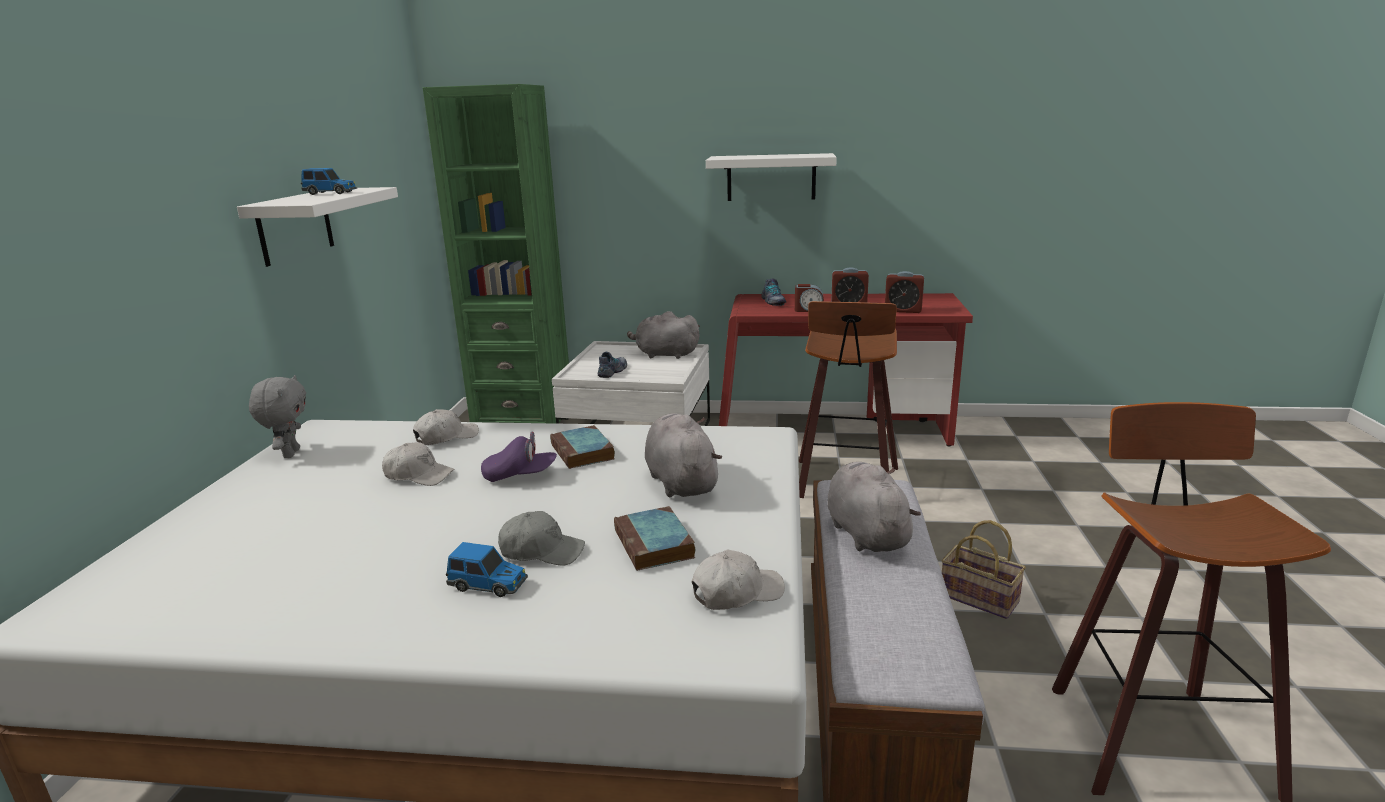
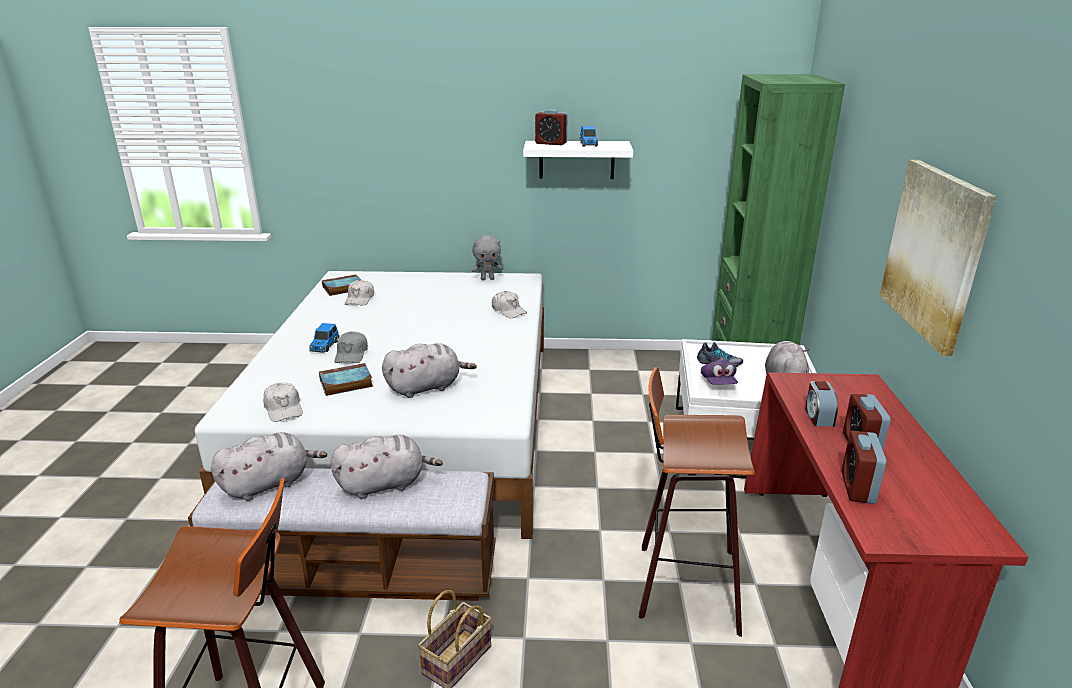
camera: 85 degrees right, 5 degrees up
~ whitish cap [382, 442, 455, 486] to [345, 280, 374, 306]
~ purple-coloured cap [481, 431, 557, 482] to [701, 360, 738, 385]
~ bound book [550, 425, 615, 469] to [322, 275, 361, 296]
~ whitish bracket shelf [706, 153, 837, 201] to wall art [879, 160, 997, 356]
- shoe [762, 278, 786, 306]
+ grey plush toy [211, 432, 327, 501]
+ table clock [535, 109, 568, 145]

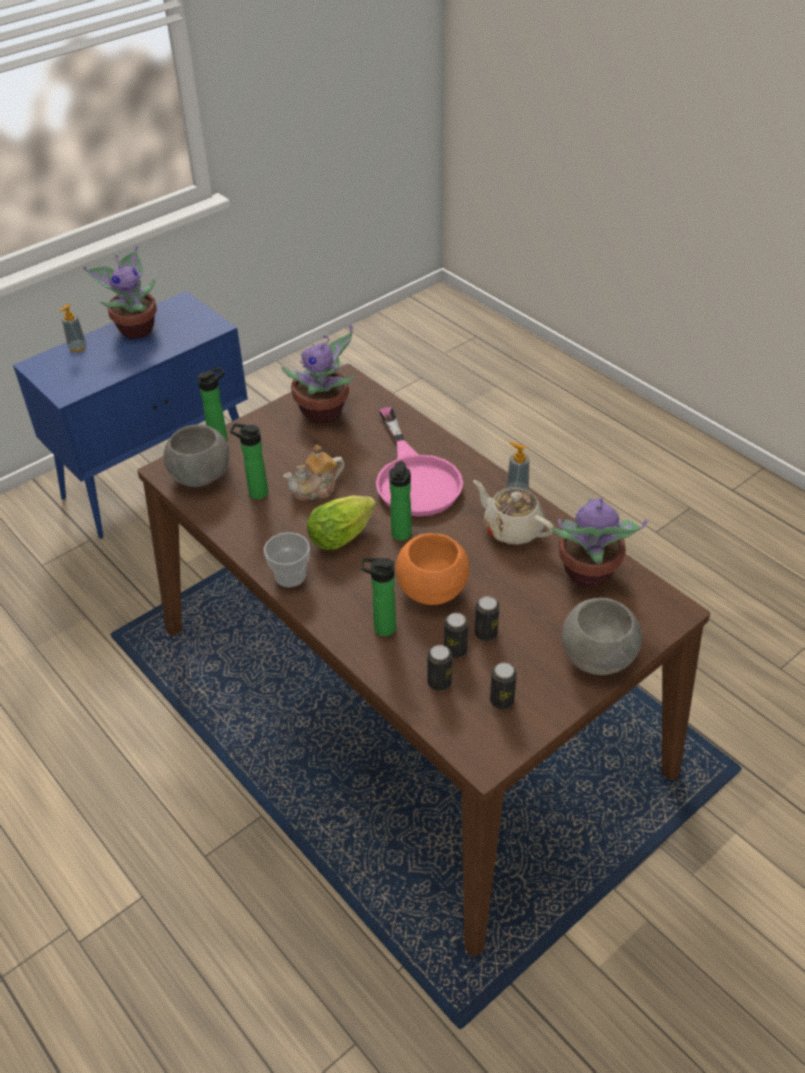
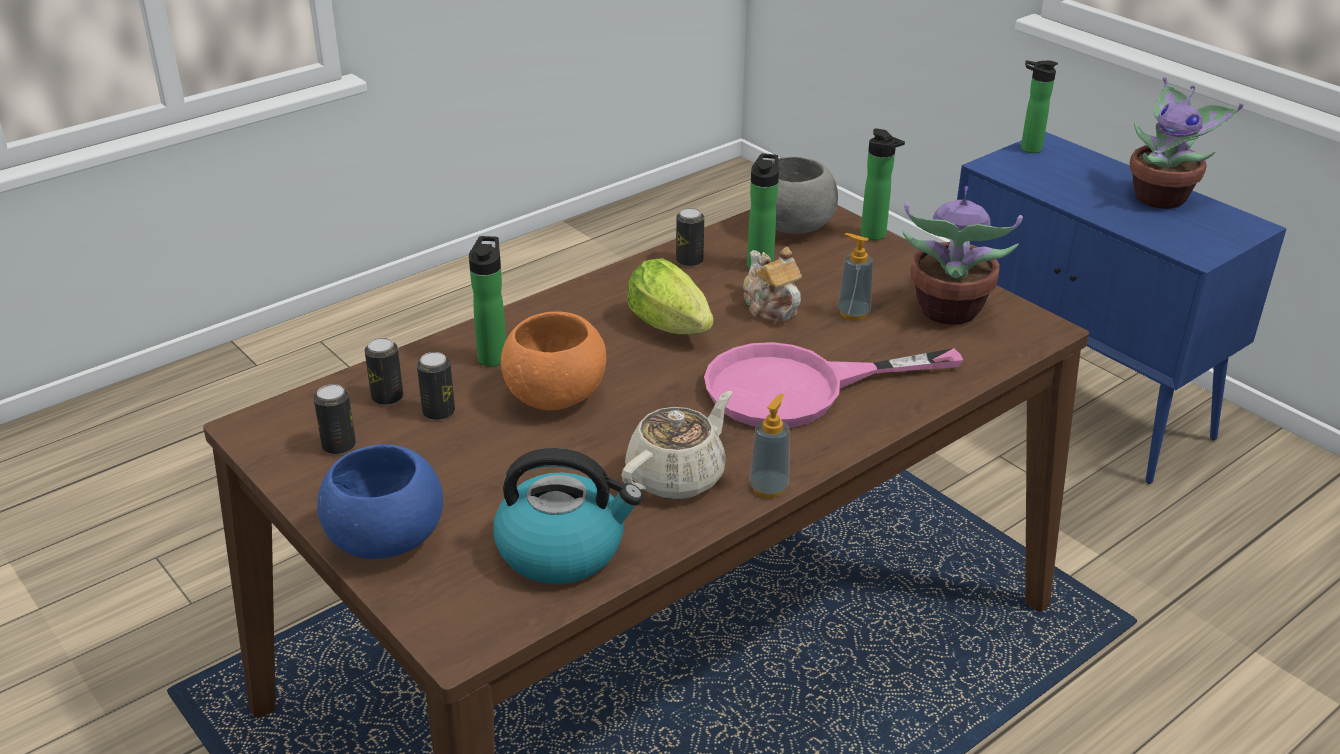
camera: 90 degrees right, 10 degrees down
~ liquid soap bottle [59, 304, 87, 352] to [838, 233, 873, 320]
- small cup [264, 532, 310, 587]
~ bottle [389, 461, 412, 541] to [1021, 60, 1058, 153]
~ sealed can [475, 596, 499, 641] to [676, 208, 704, 267]
~ potted plant [551, 498, 648, 587] to tea kettle [493, 448, 643, 584]
~ grey deep dish [562, 597, 642, 675] to bluish deep dish [317, 444, 443, 559]

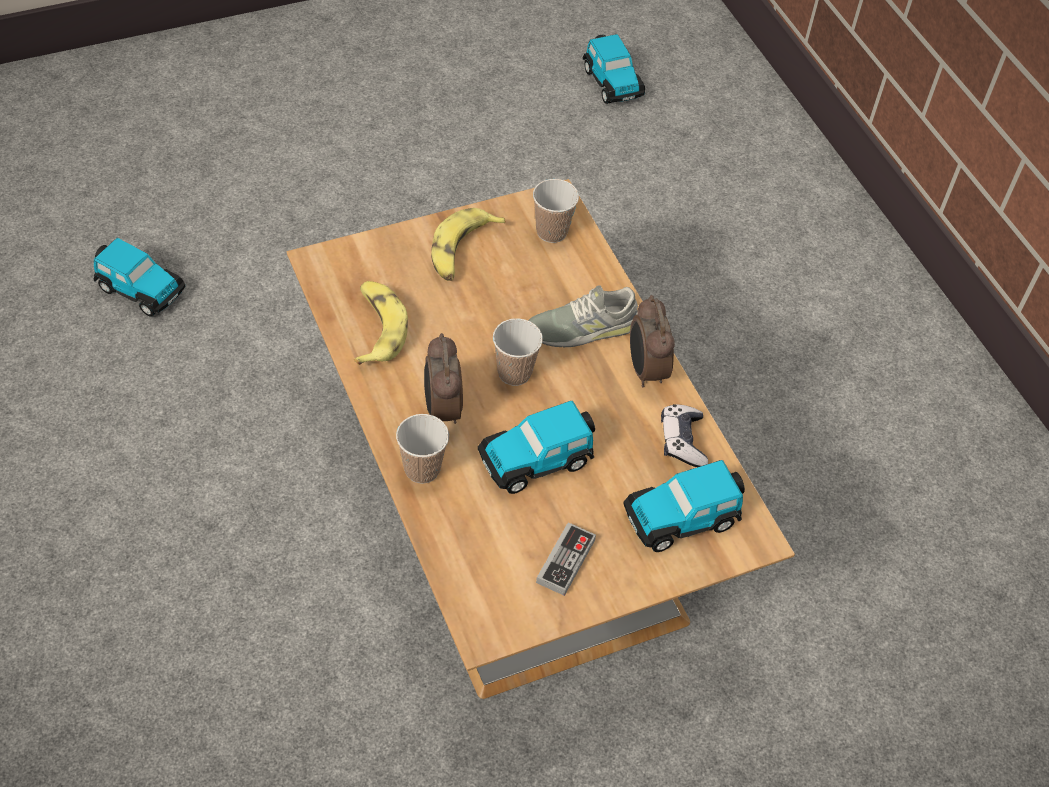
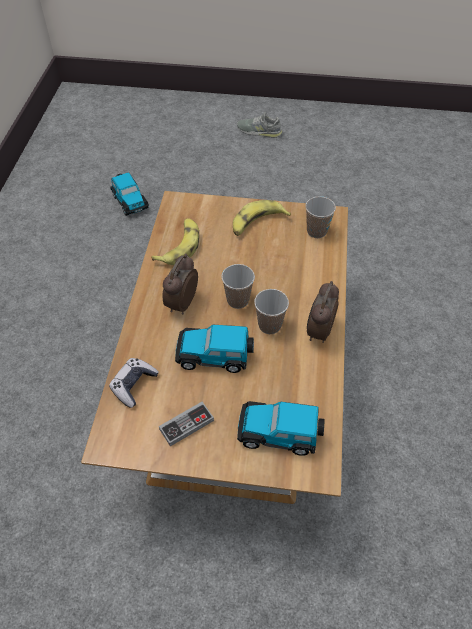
camera: 35 degrees right, 0 degrees up
~ small cup [396, 414, 449, 484] to [254, 289, 289, 334]
~ grey shoe [528, 286, 638, 347] to [237, 112, 283, 138]
- toy car [582, 34, 645, 104]
~ joypad [661, 404, 708, 467] to [109, 358, 159, 408]

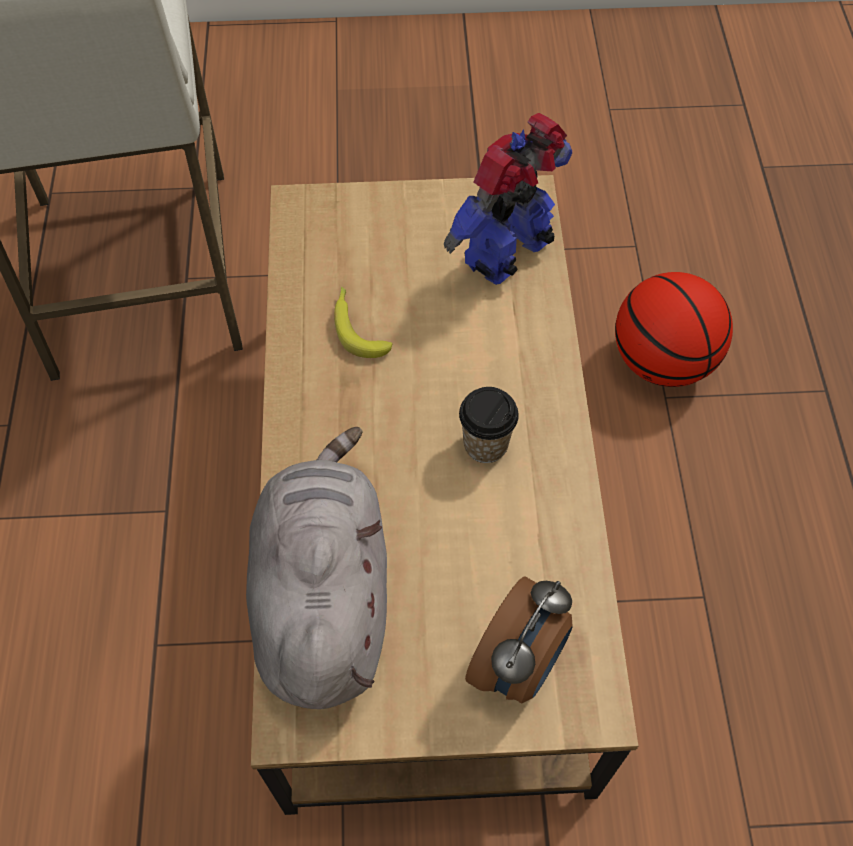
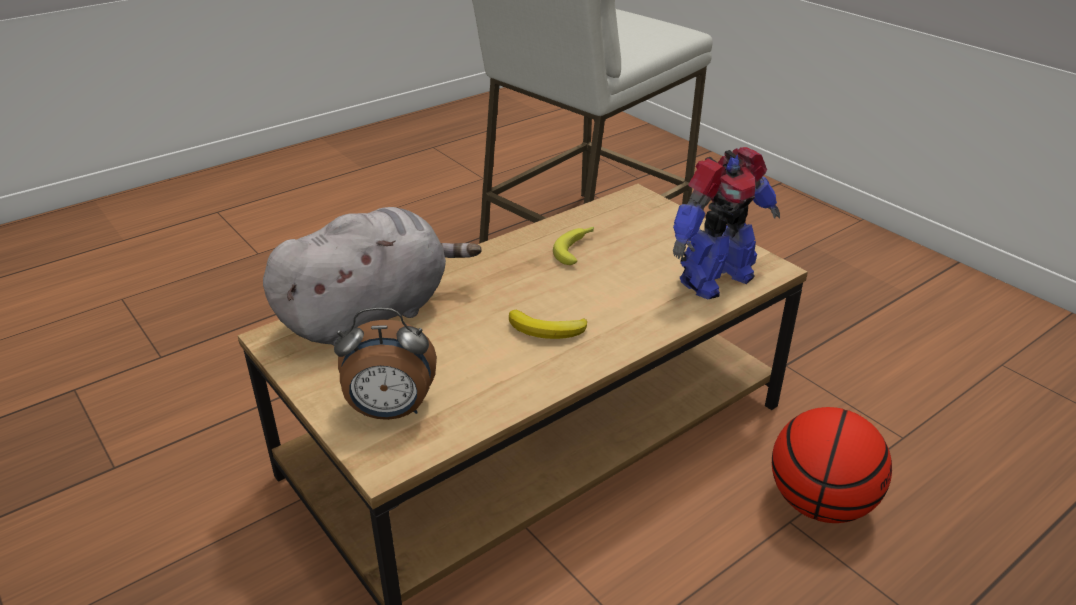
camera: 55 degrees right, 25 degrees down
~ toy robot [444, 113, 572, 285] = [673, 147, 780, 299] 135 degrees clockwise
~ small cup [459, 387, 519, 463] to whole banana [509, 310, 587, 339]

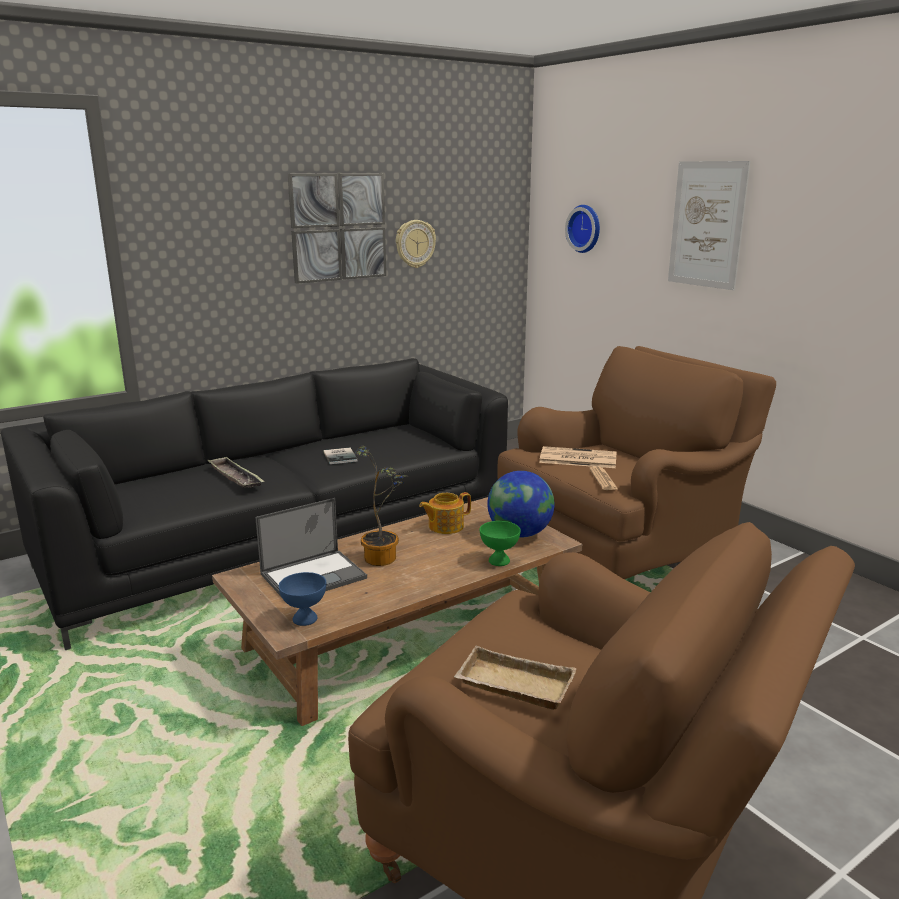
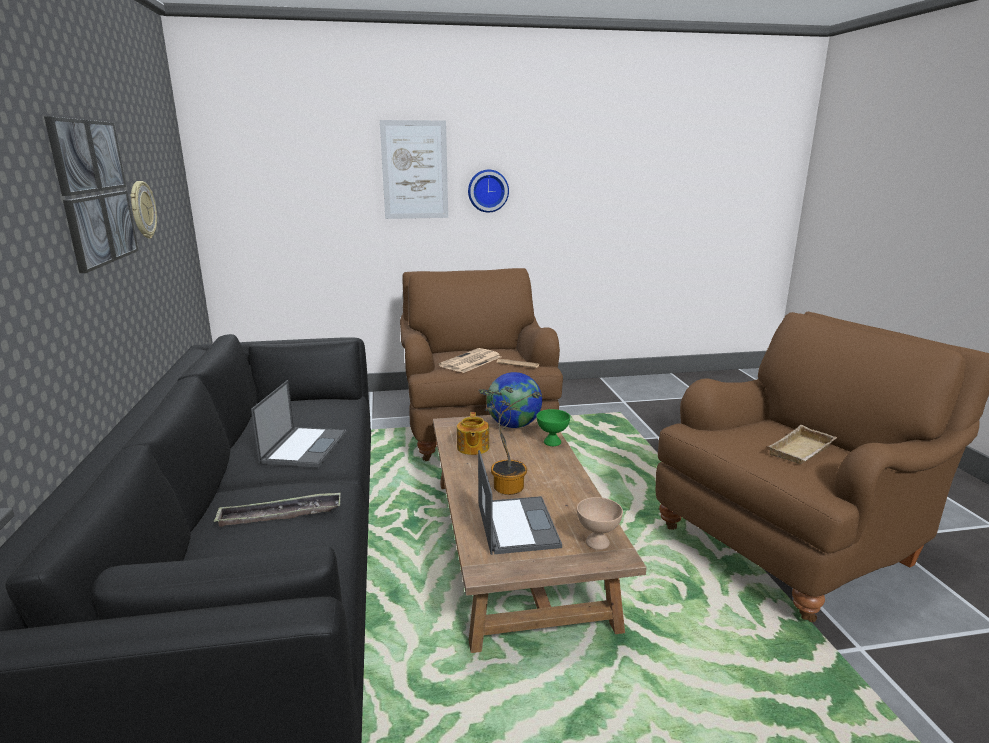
camera: 65 degrees left, 0 degrees up
~ bluish deep dish [279, 572, 326, 626] to sand-coloured deep dish [577, 497, 623, 550]
~ bound book [323, 448, 357, 464] to portable computer [251, 380, 347, 468]
~ clock on the wall [565, 205, 600, 253] to [468, 169, 509, 213]

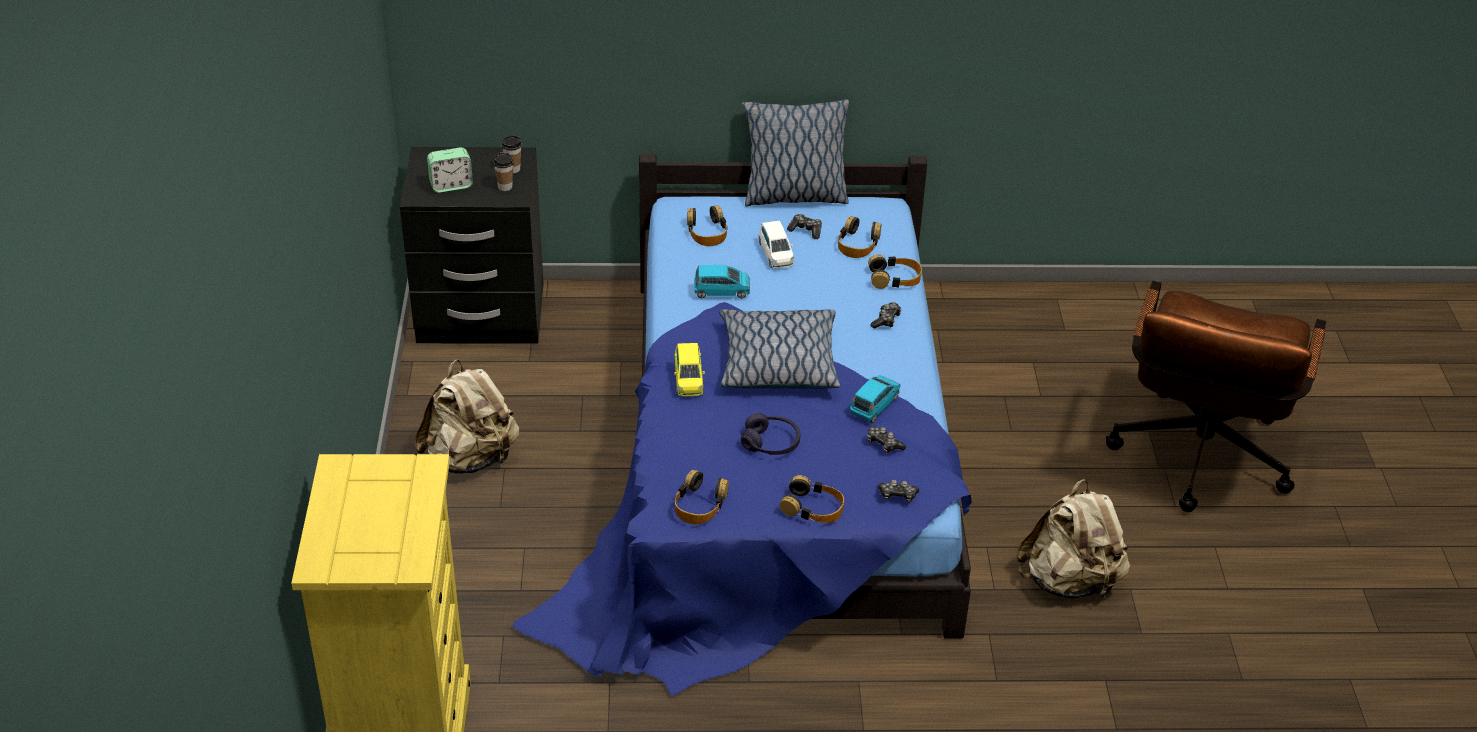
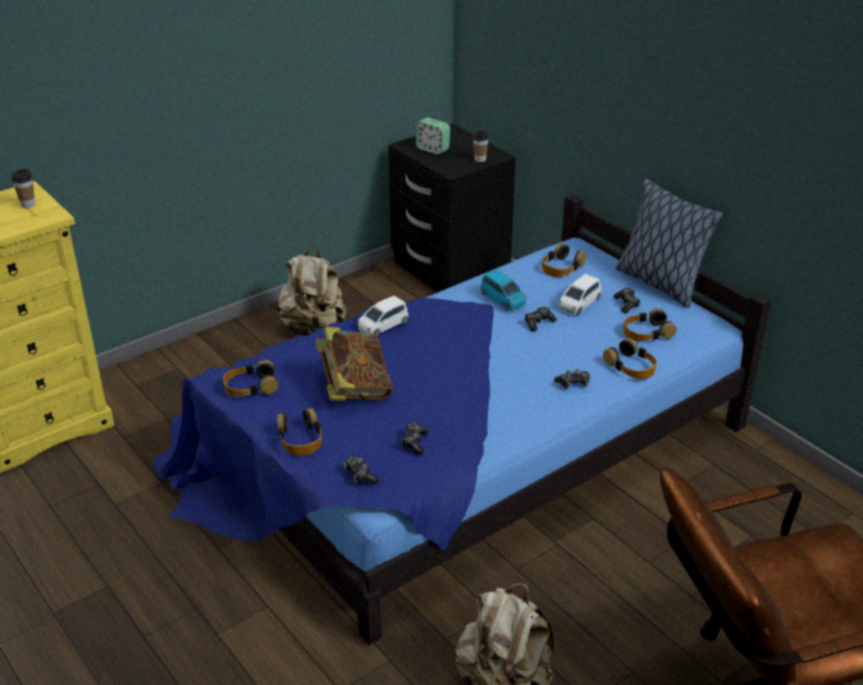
camera: 55 degrees right, 5 degrees down
~ small cup [493, 152, 514, 191] to [12, 169, 35, 208]
~ yellow toy car [674, 343, 705, 396] to whitish toy car [357, 296, 408, 337]
- cushion [719, 309, 840, 389]
~ purple-coloured headphones [741, 413, 800, 455] to bound book [315, 327, 393, 401]
- bluish toy car [850, 375, 901, 423]
+ joypad [525, 307, 557, 332]

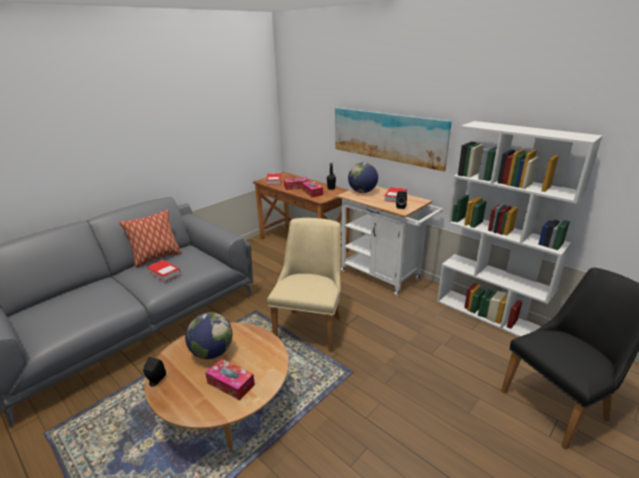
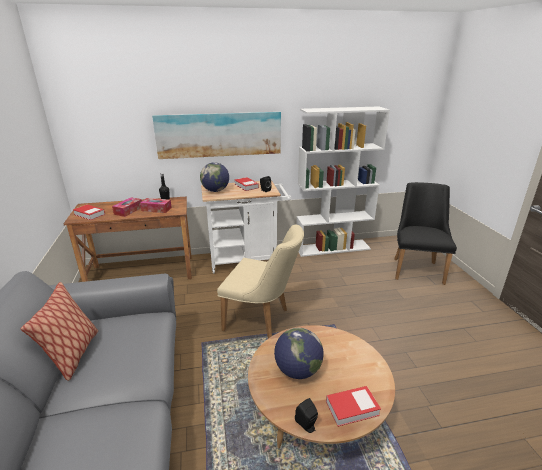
camera: 55 degrees left, 0 degrees up
~ bound book [147, 260, 181, 282] to [326, 386, 381, 427]
- box of tissues [205, 359, 255, 400]
~ sand-coloured chair [267, 218, 341, 352] = [217, 224, 304, 338] 150 degrees clockwise

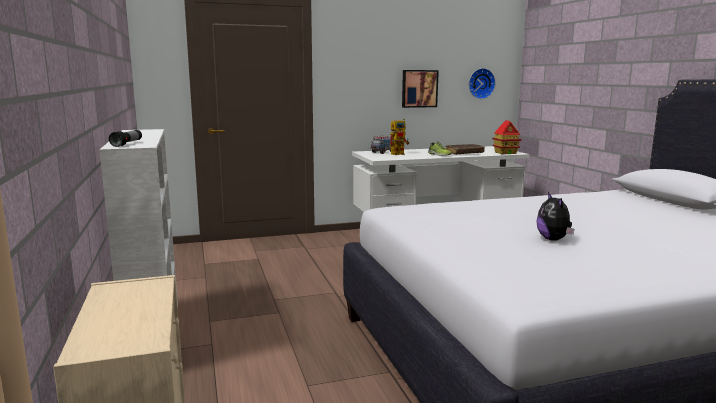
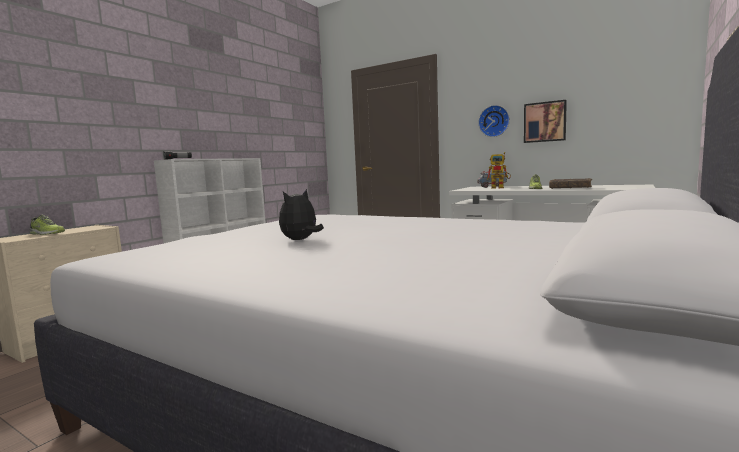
camera: 50 degrees right, 5 degrees down
~ clock on the wall [469, 68, 496, 99] to [478, 105, 510, 137]
- miniature house [492, 120, 521, 154]
+ shoe [29, 215, 65, 235]

